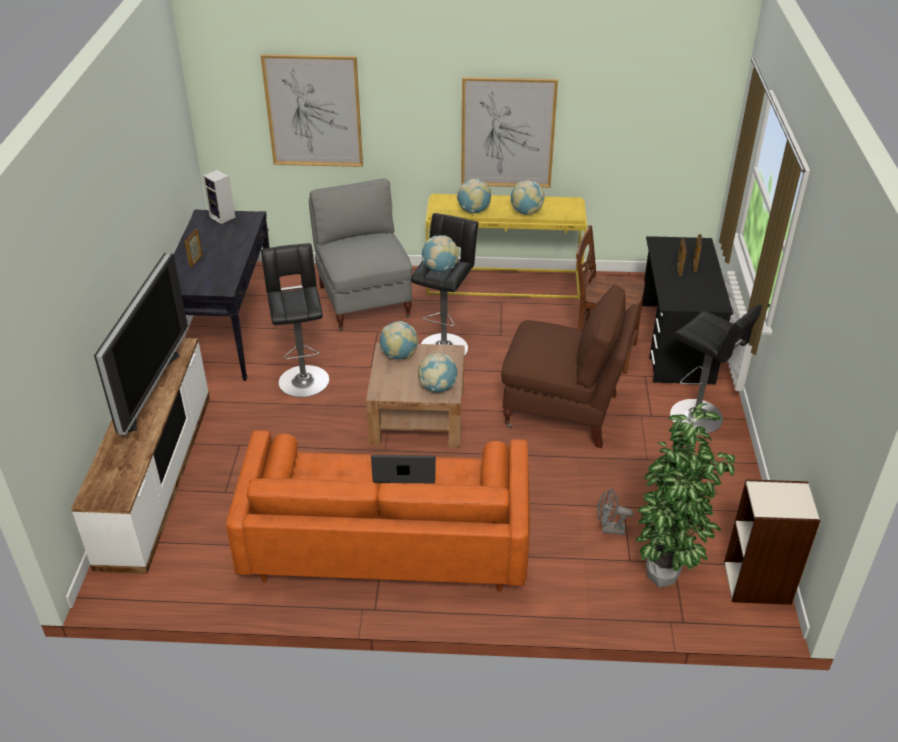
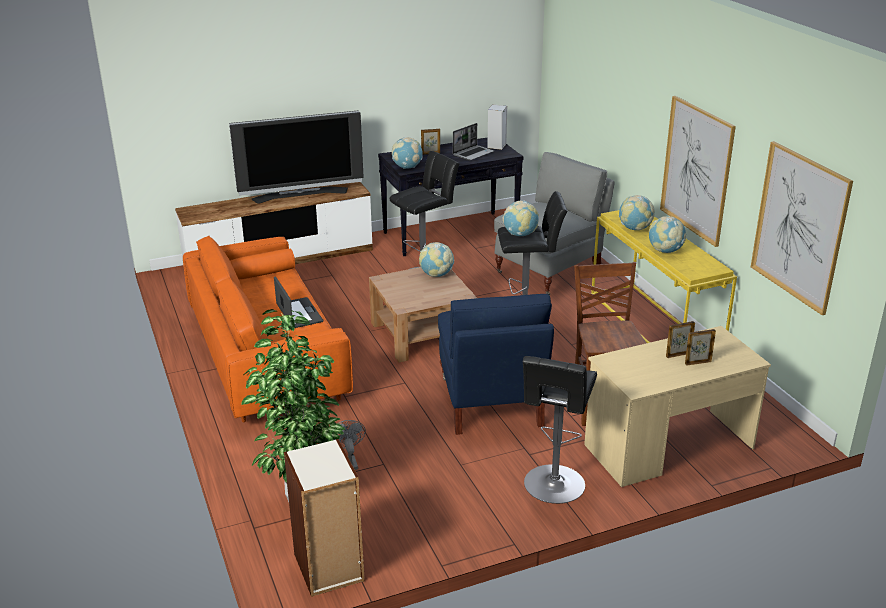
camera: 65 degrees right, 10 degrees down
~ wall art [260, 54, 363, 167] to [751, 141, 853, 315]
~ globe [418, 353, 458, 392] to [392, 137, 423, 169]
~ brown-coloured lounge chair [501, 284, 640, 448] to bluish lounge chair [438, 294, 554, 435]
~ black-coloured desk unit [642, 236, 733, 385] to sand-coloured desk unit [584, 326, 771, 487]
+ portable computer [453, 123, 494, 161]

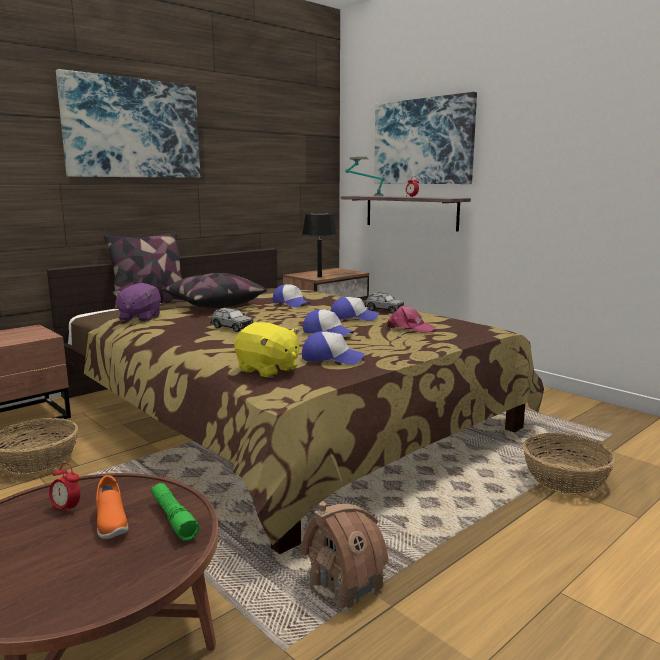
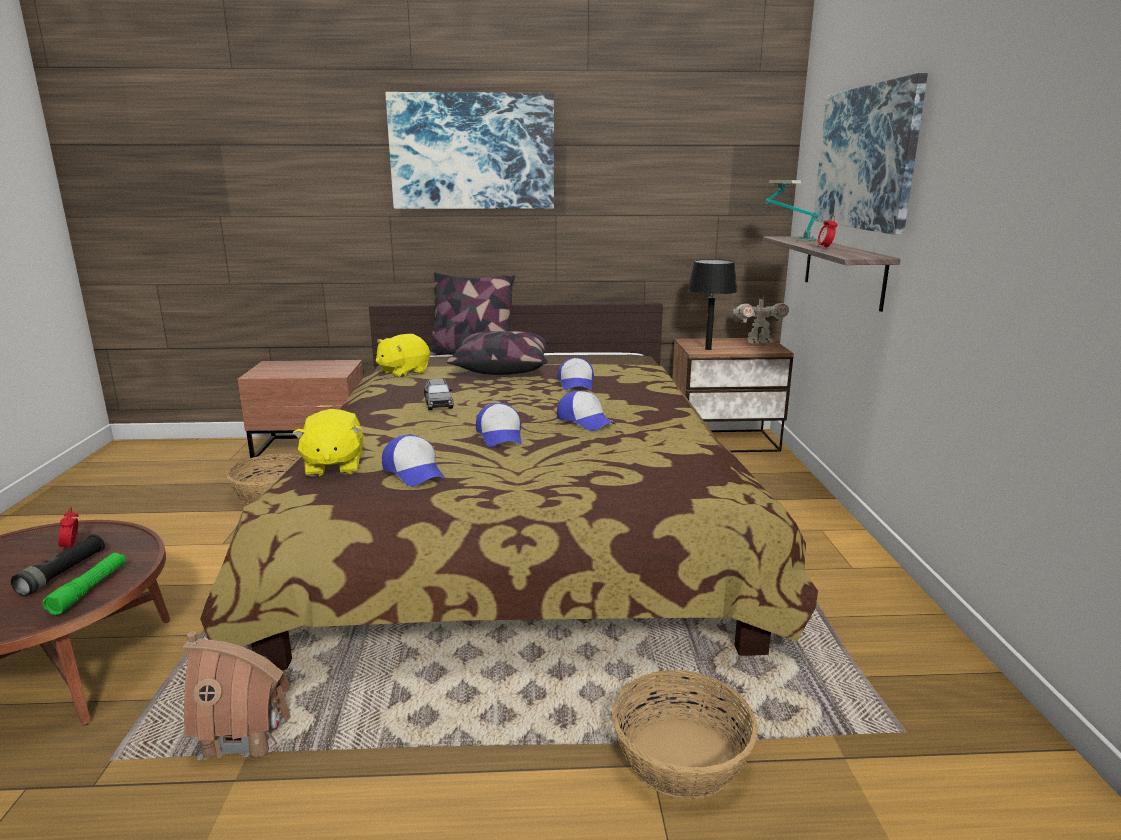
camera: 40 degrees right, 5 degrees up
~ orangey shoe [96, 475, 128, 539] to black-coloured hand torch [11, 534, 105, 596]
~ purple-coloured plush toy [113, 283, 161, 322] to yellow plush toy [376, 334, 430, 378]
- grey toy car [365, 292, 404, 314]
- pinkish cap [387, 306, 436, 333]
+ toy robot [733, 294, 789, 344]

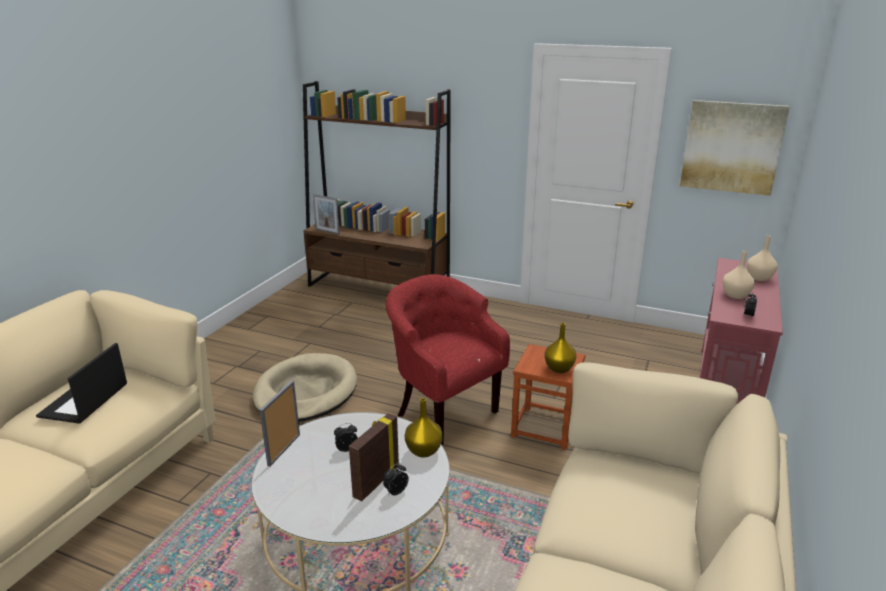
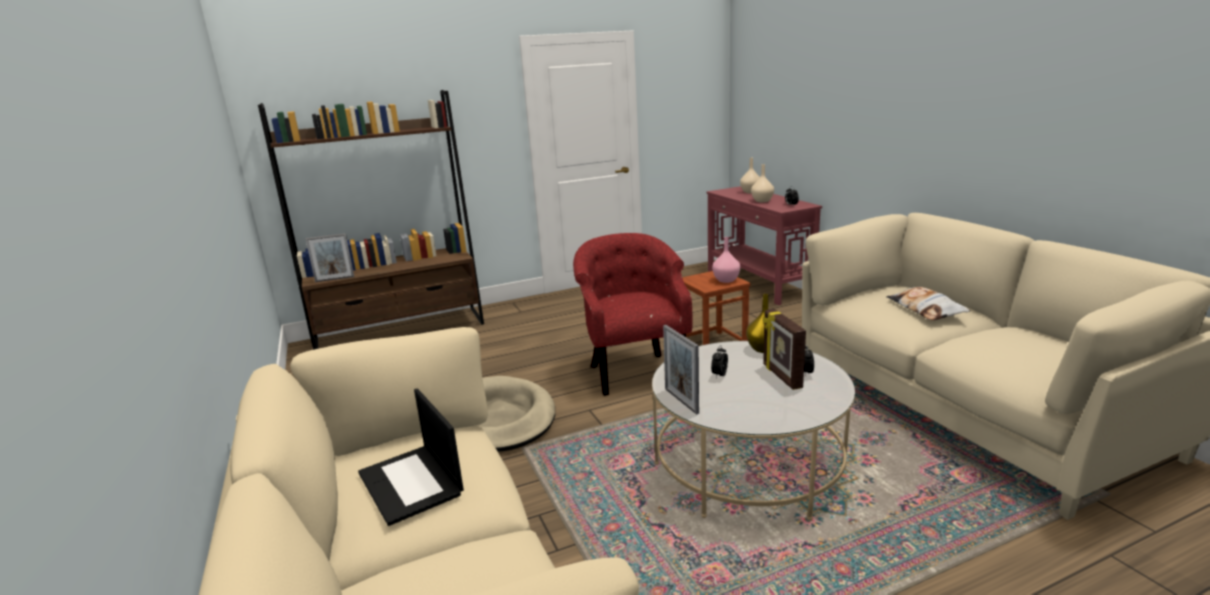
camera: 45 degrees left, 5 degrees down
~ red-coloured lounge chair [386, 274, 510, 445] = [573, 233, 693, 396] 75 degrees clockwise
~ yellow flower vase [544, 323, 576, 373] to pinkish flower vase [712, 237, 740, 283]
- wall art [680, 100, 790, 196]
+ cushion [886, 287, 970, 321]

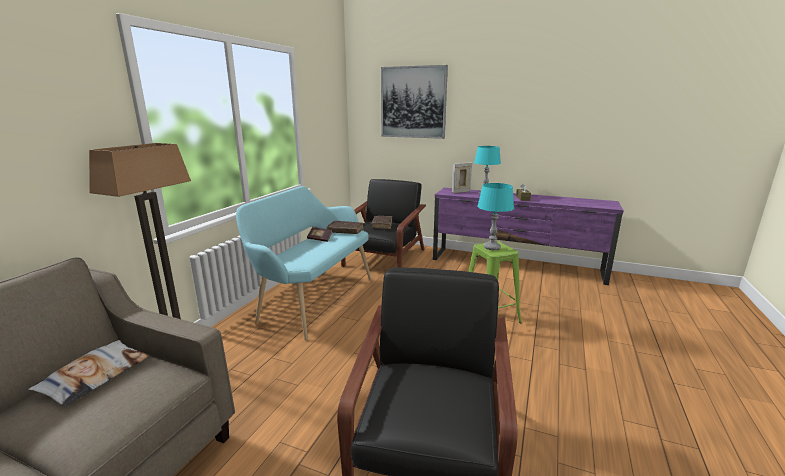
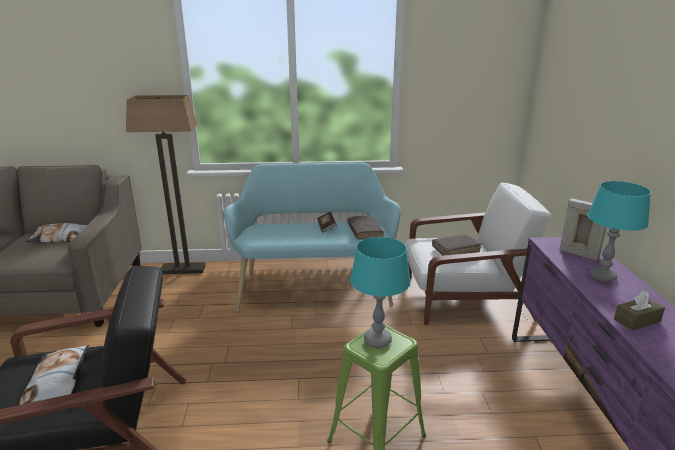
camera: 65 degrees right, 5 degrees up
~ black-coloured lounge chair [341, 179, 426, 268] to whitish lounge chair [406, 182, 551, 325]
- wall art [381, 65, 448, 139]
+ cushion [19, 344, 89, 405]

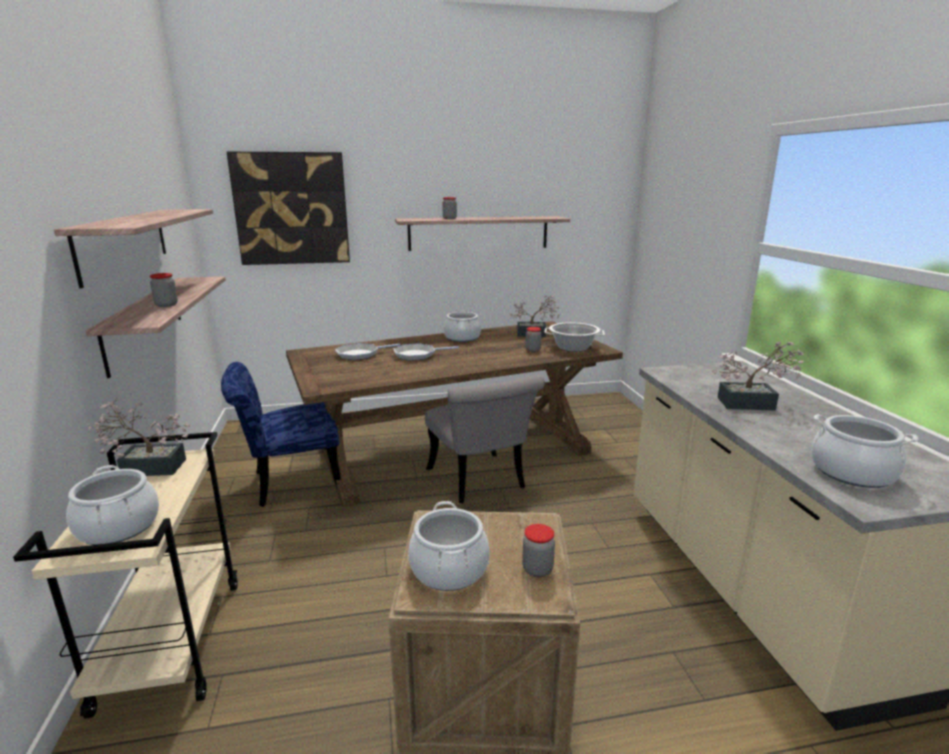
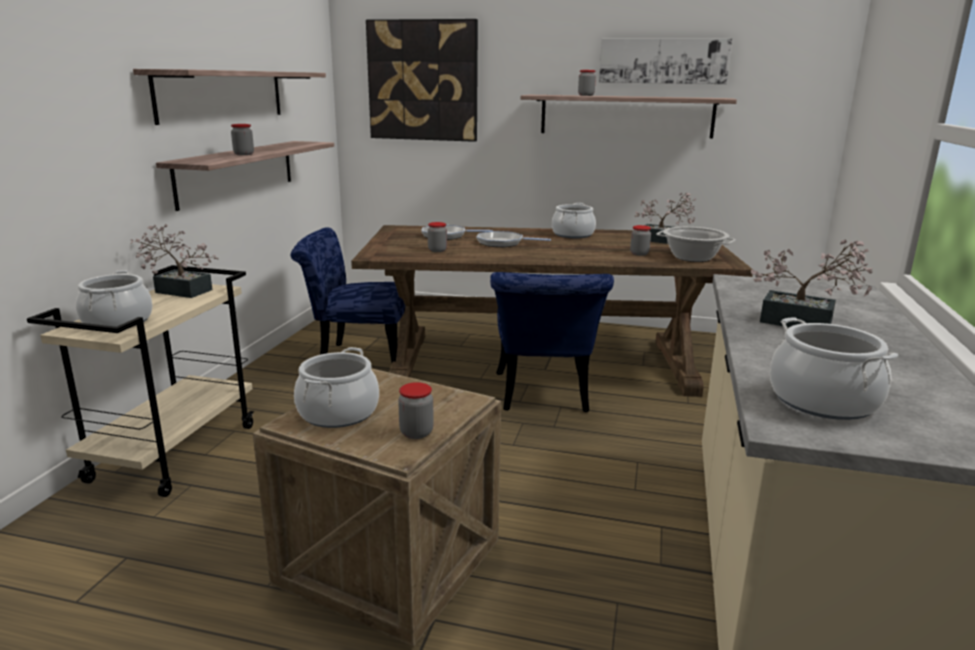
camera: 25 degrees right, 0 degrees up
~ grey chair [425, 375, 545, 503] to bluish chair [490, 272, 614, 412]
+ storage jar [428, 222, 447, 252]
+ wall art [599, 38, 732, 84]

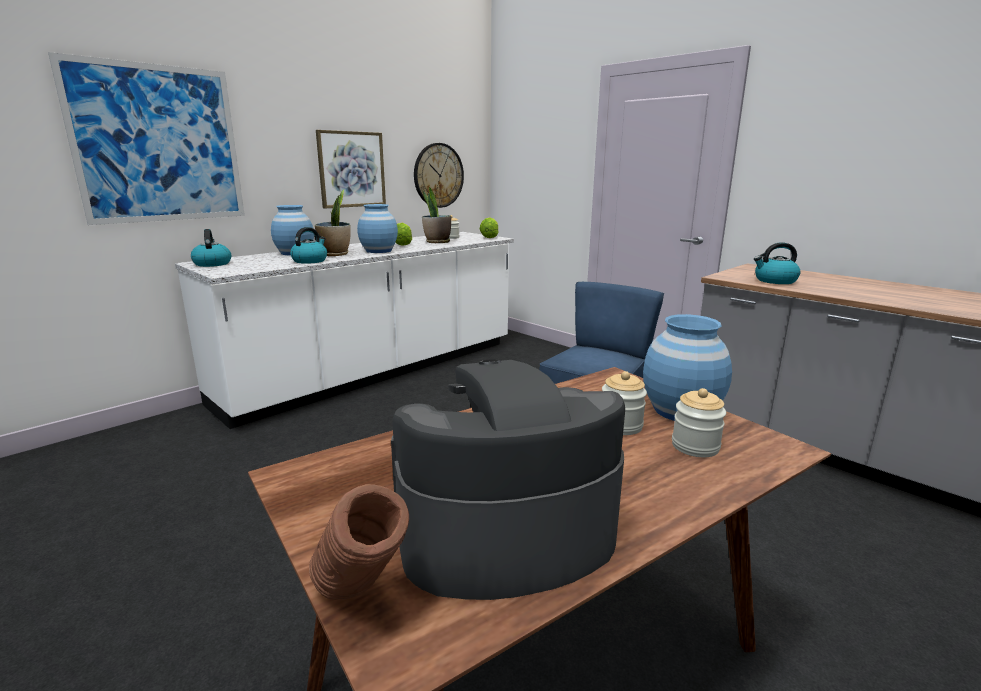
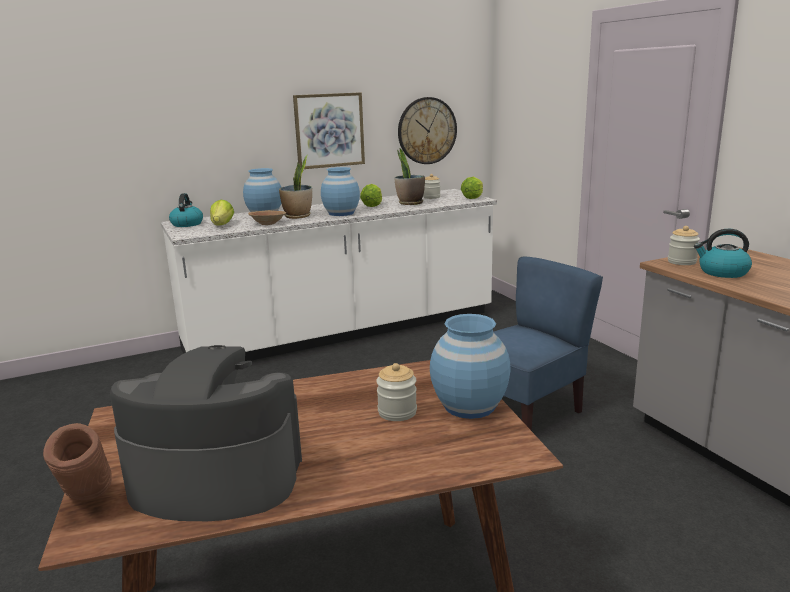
camera: 20 degrees right, 0 degrees up
- wall art [48, 52, 245, 225]
~ tea kettle [290, 227, 327, 264] to brown-coloured deep dish [248, 210, 286, 225]
~ storage jar [672, 388, 726, 457] to [668, 226, 700, 265]
+ lettuce [210, 200, 234, 225]

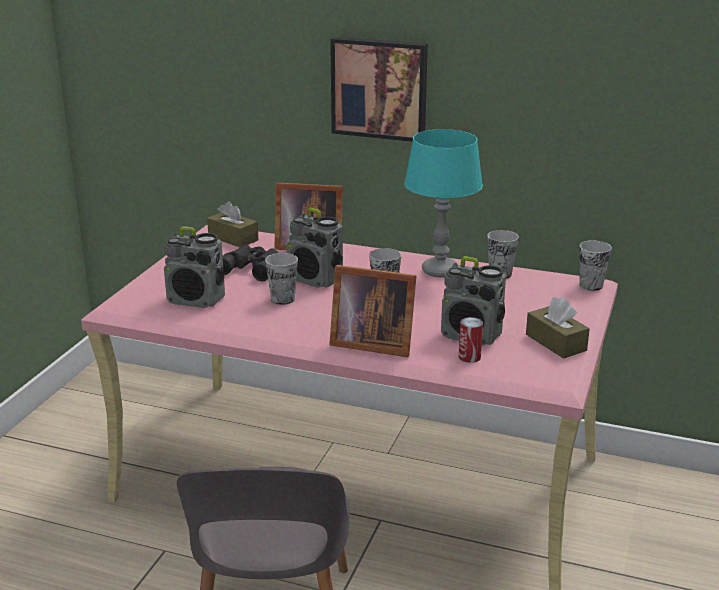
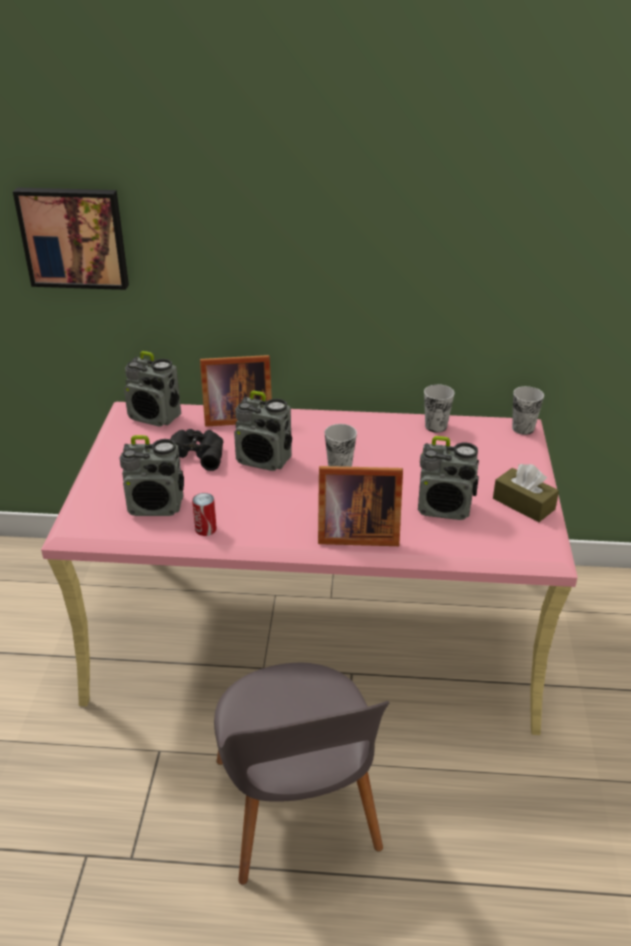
camera: 15 degrees left, 10 degrees up
~ brown-coloured box of tissues [207, 201, 258, 247] to radio set [124, 351, 181, 427]
- small cup [265, 253, 298, 305]
~ wall art [330, 37, 428, 142] to [13, 187, 129, 290]
- blue-green tabletop lamp [404, 129, 483, 278]
~ sealed can [459, 317, 483, 363] to [192, 493, 217, 536]

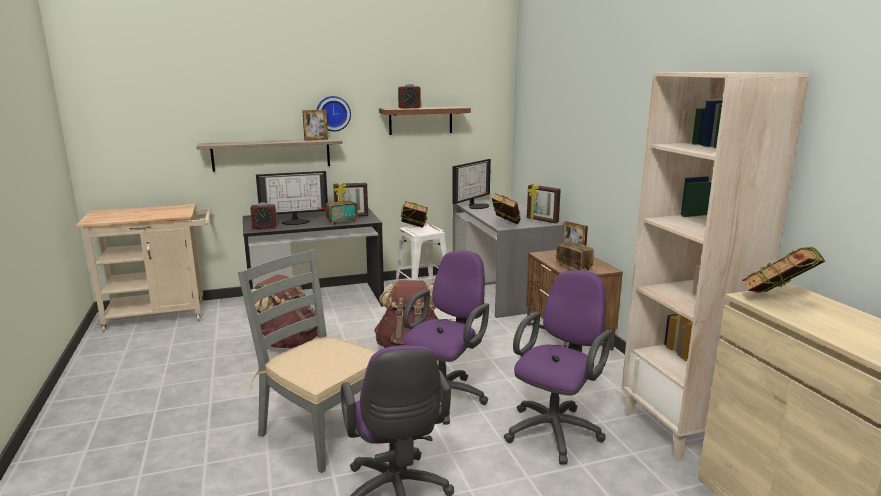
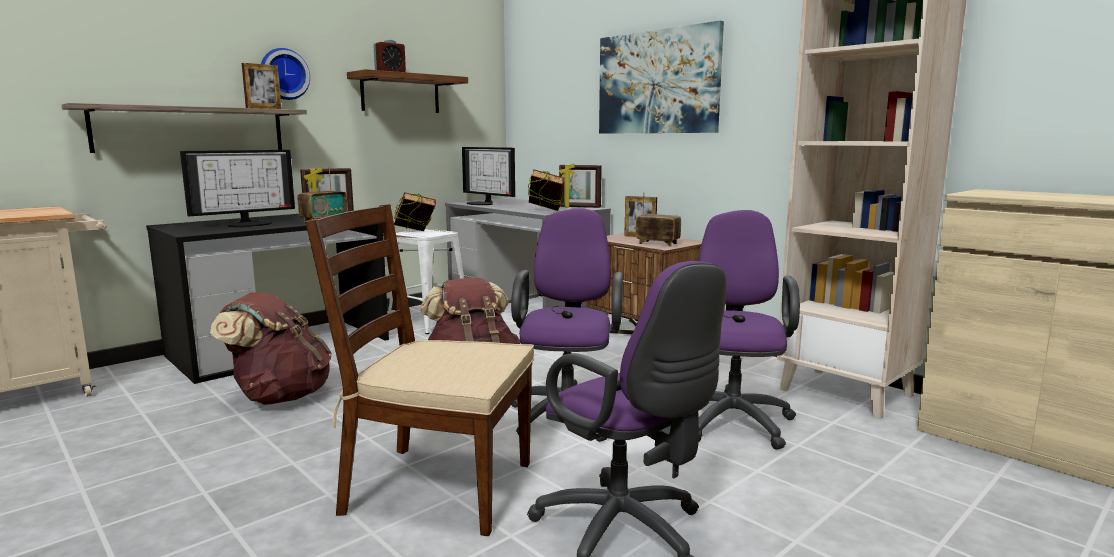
camera: 25 degrees left, 5 degrees down
~ grey chair [238, 249, 378, 473] to brown-coloured chair [305, 204, 534, 536]
- table clock [250, 202, 277, 229]
~ computer display [452, 159, 491, 209] = [462, 147, 515, 205] 120 degrees clockwise
- bound book [742, 246, 825, 293]
+ wall art [599, 21, 724, 134]

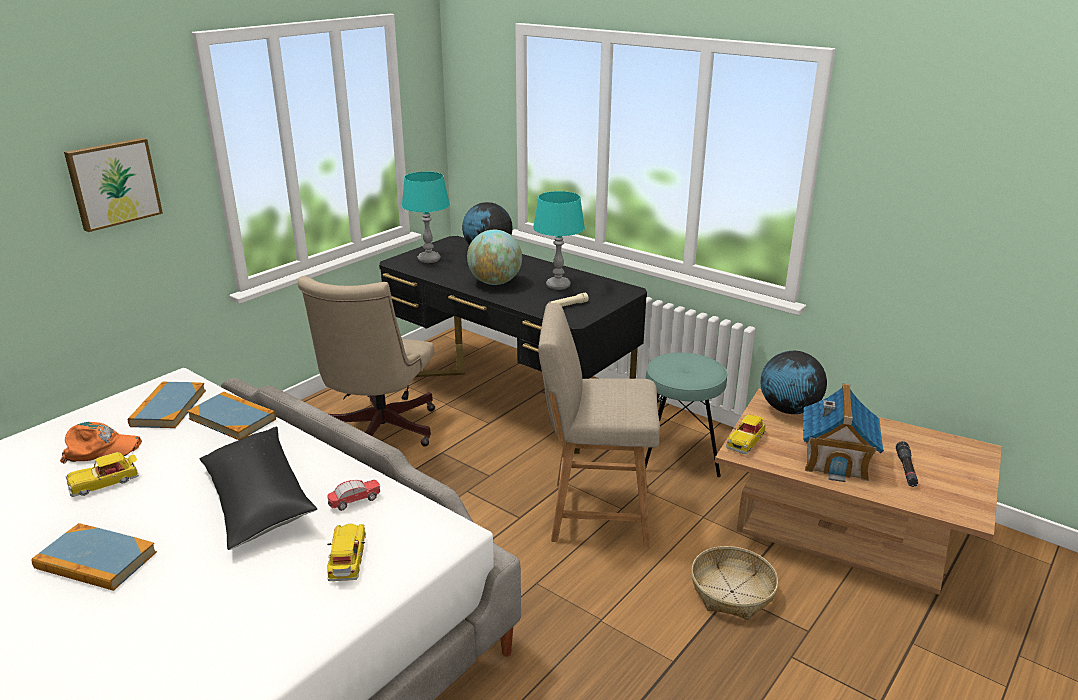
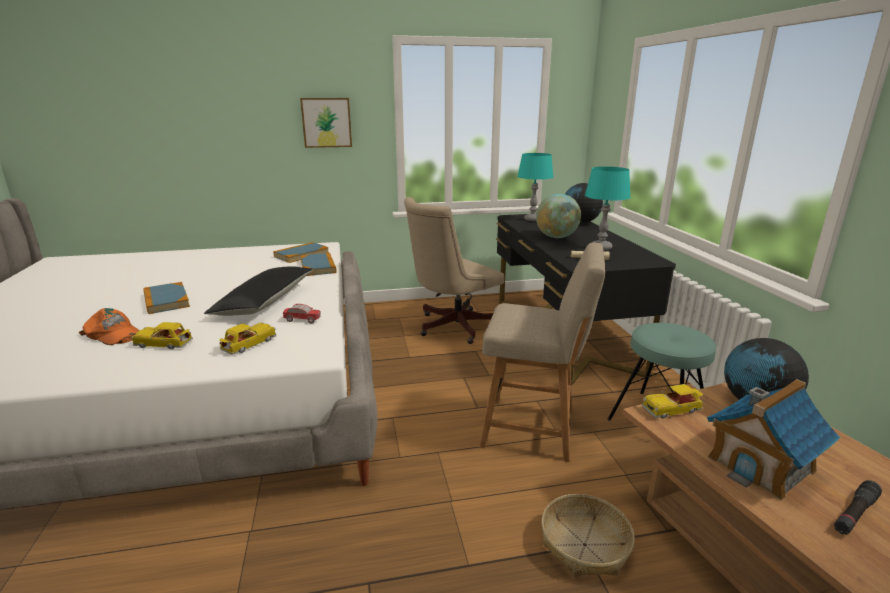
camera: 40 degrees right, 5 degrees down
~ orangey cap [60, 422, 142, 464] to [79, 308, 139, 345]
~ toy car [66, 452, 139, 497] to [131, 322, 193, 349]
~ sand-coloured chair [538, 303, 660, 547] = [479, 243, 605, 462] 150 degrees clockwise

